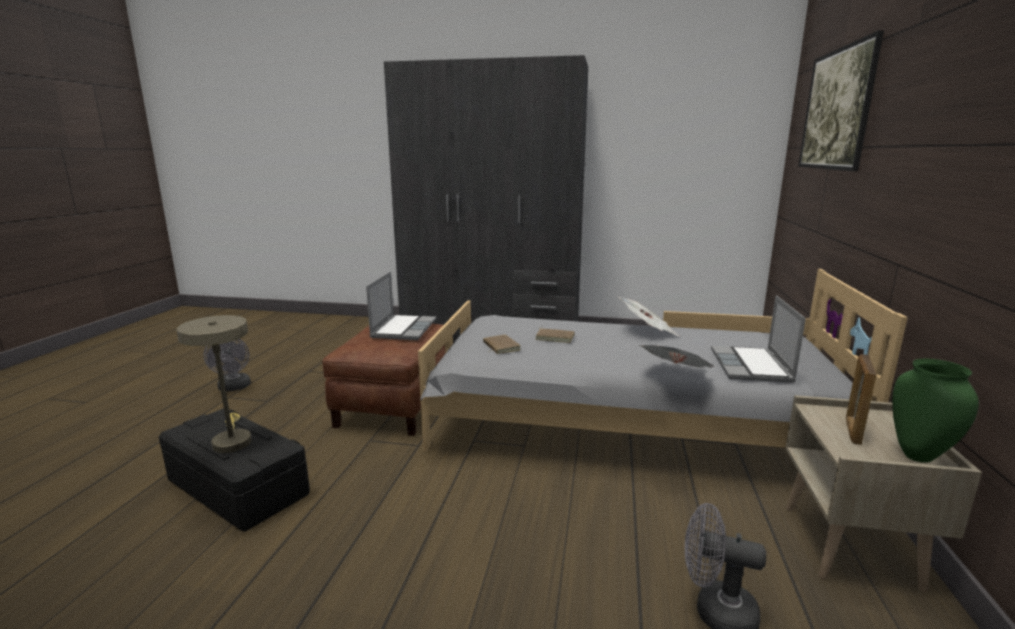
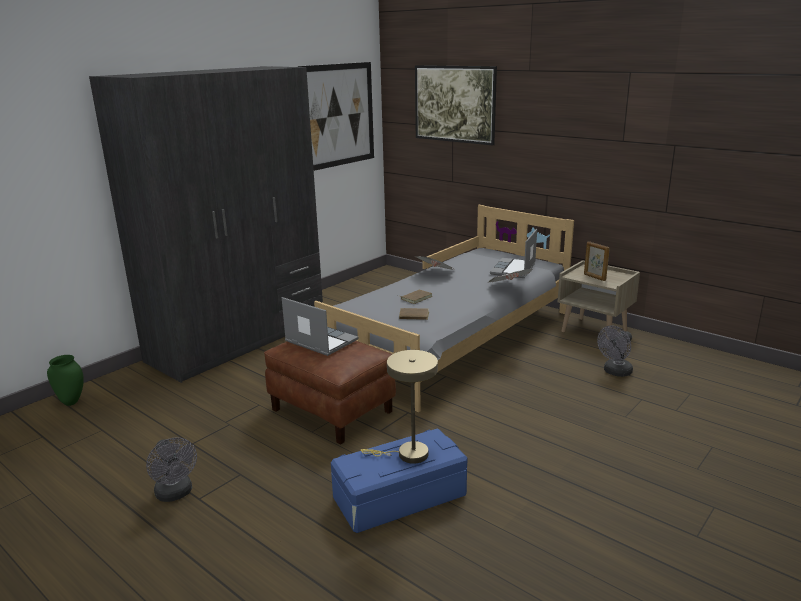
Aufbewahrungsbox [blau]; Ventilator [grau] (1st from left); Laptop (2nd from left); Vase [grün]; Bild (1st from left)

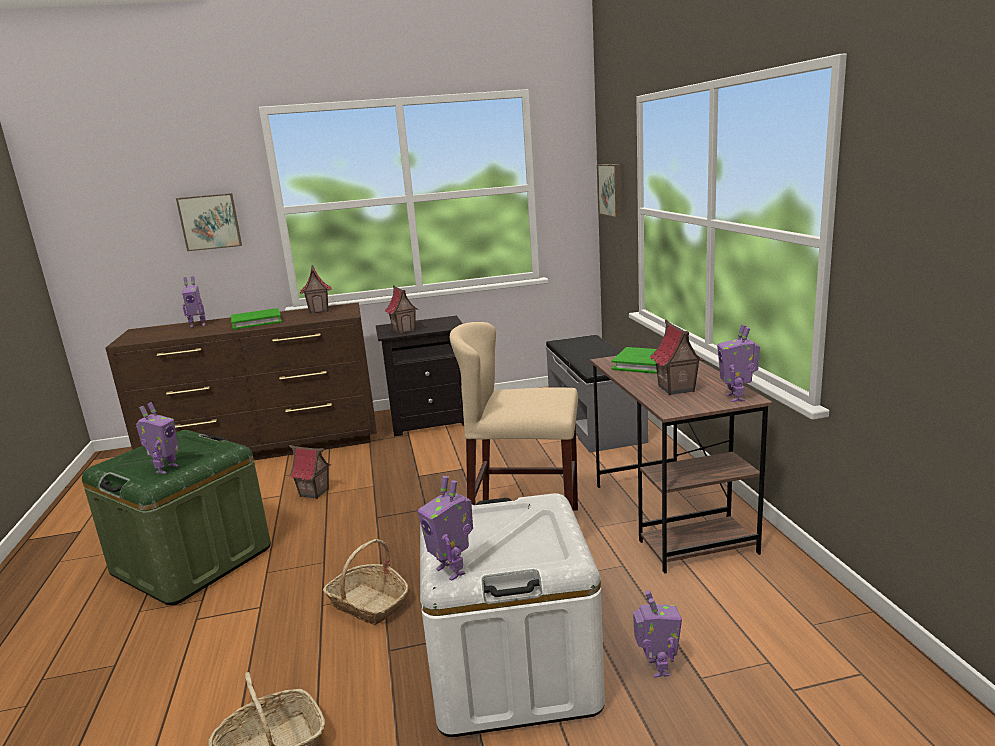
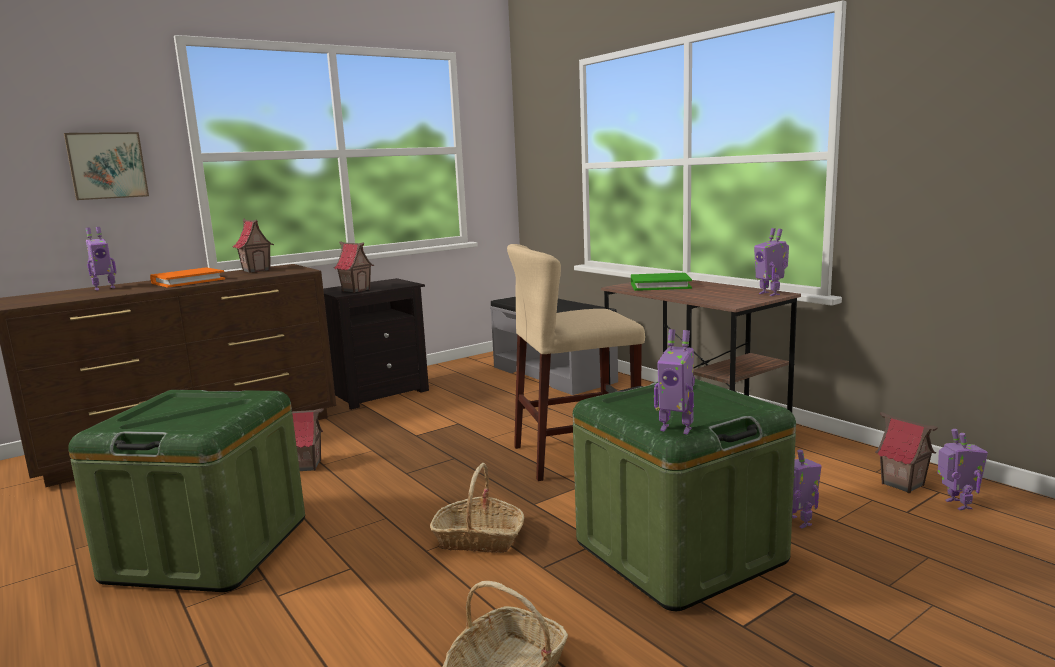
Spielzeugroboter (5th from left); Buch [orange]; Aufbewahrungsbox [grün] (2nd from left); Bild (2nd from left in the first image); Spielzeughaus (4th from left)

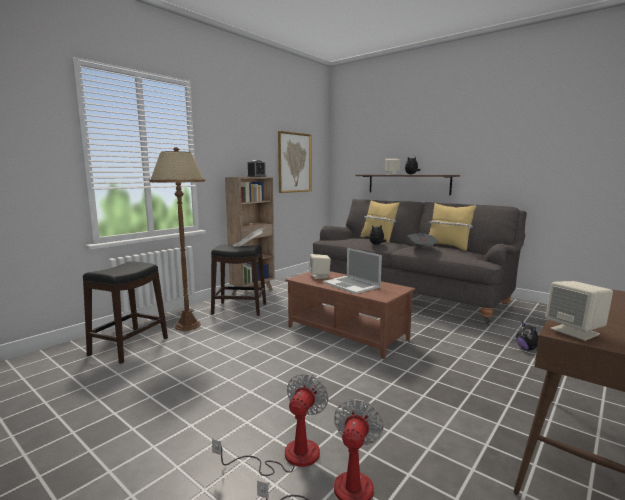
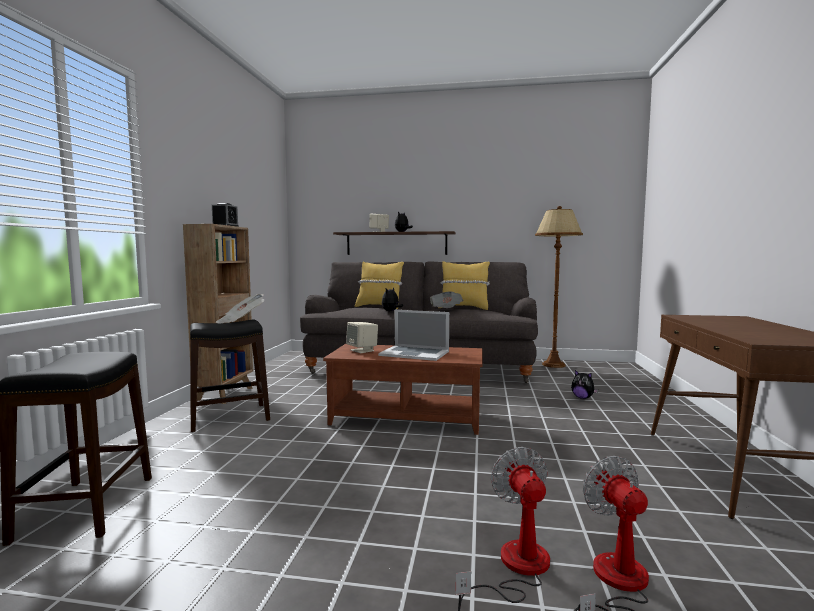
Stehlampe [braun]; Bild; Lautsprecher [beige] (3rd from left in the first image)

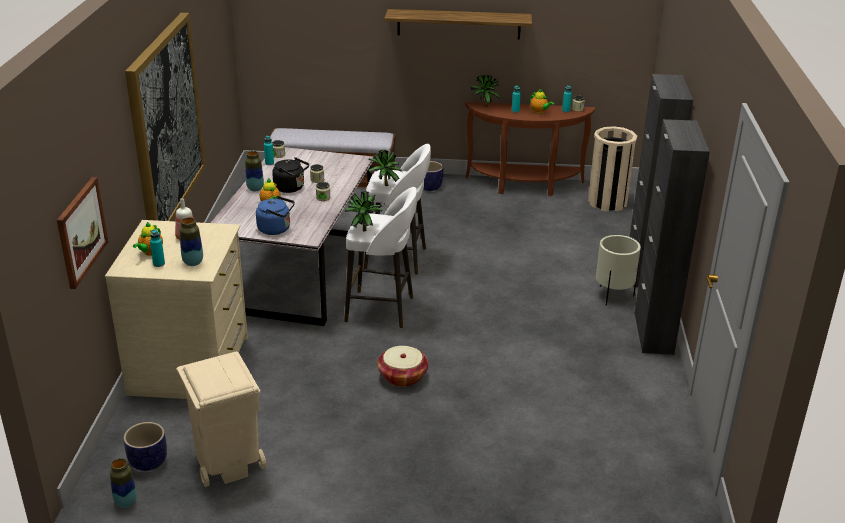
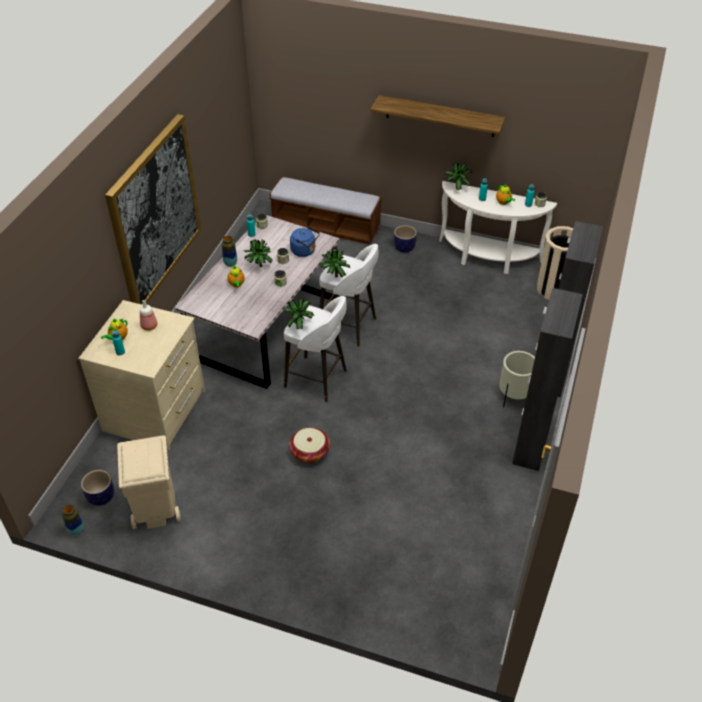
Bild (1st from left in the first image); Vase (2nd from left in the first image); Wasserkessel [blau]; Topfpflanze (1st from left); Konsolentisch [weiß]

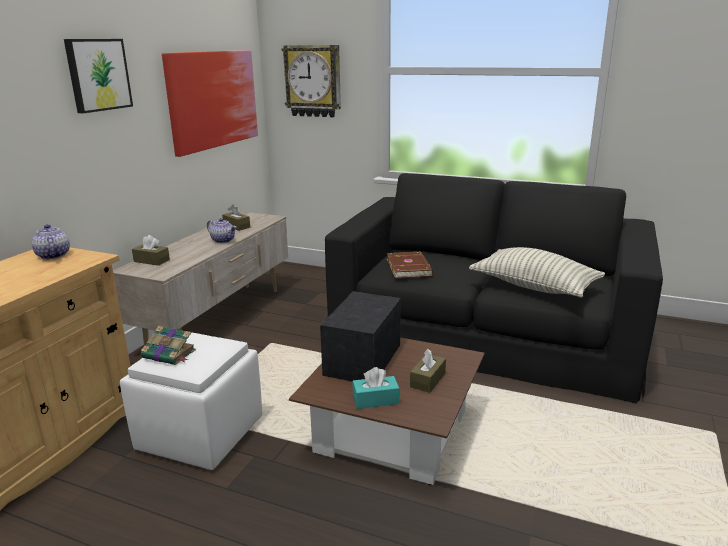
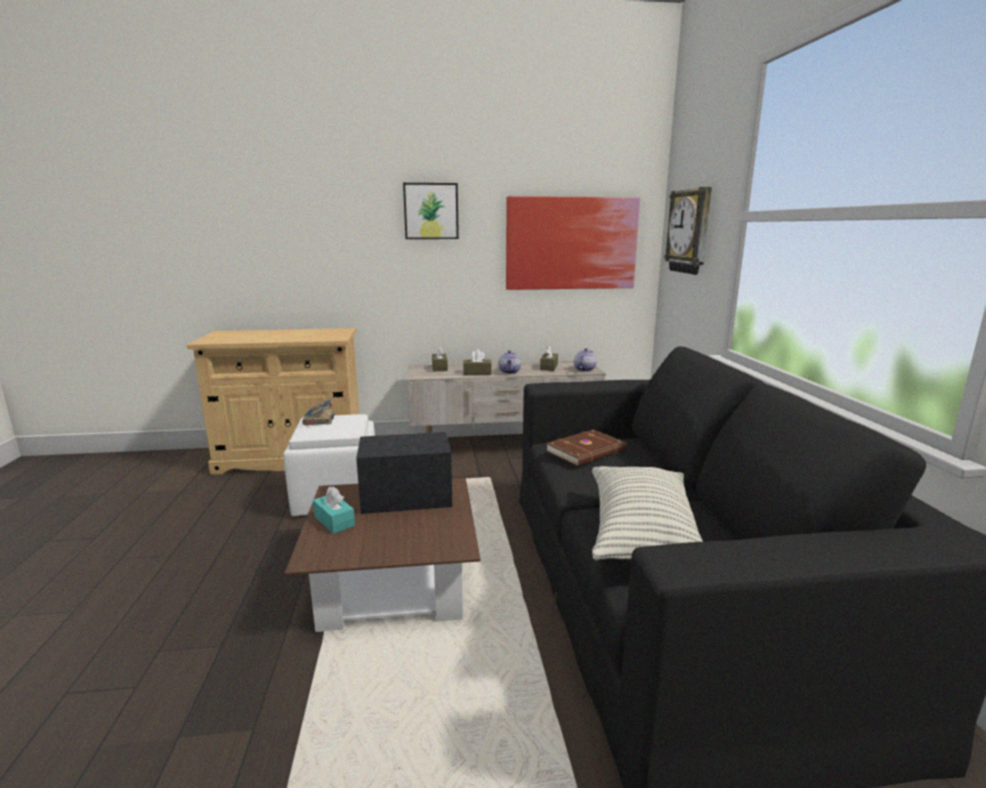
Teekanne (2nd from left); Taschentuchbox [braun] (2nd from left)

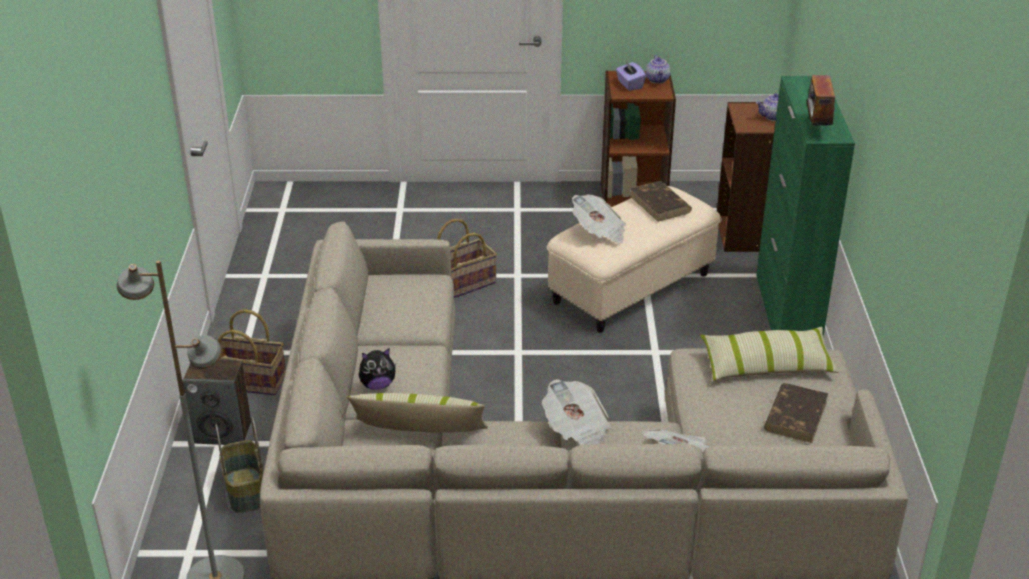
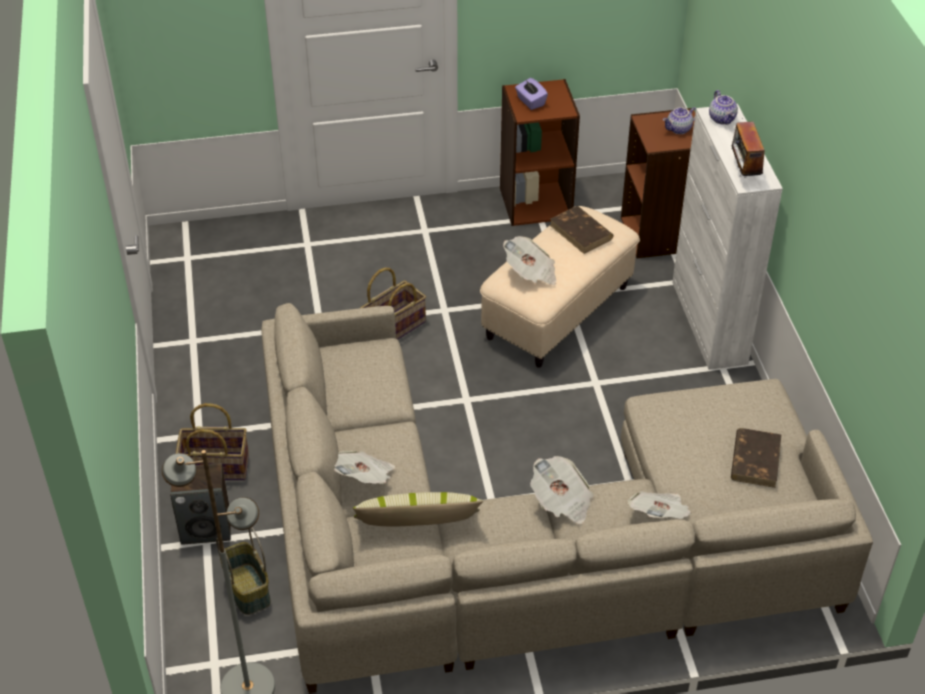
Zeitung (1st from left); Teekanne (2nd from left); Kissen (2nd from left in the first image); Schrank [weiß]

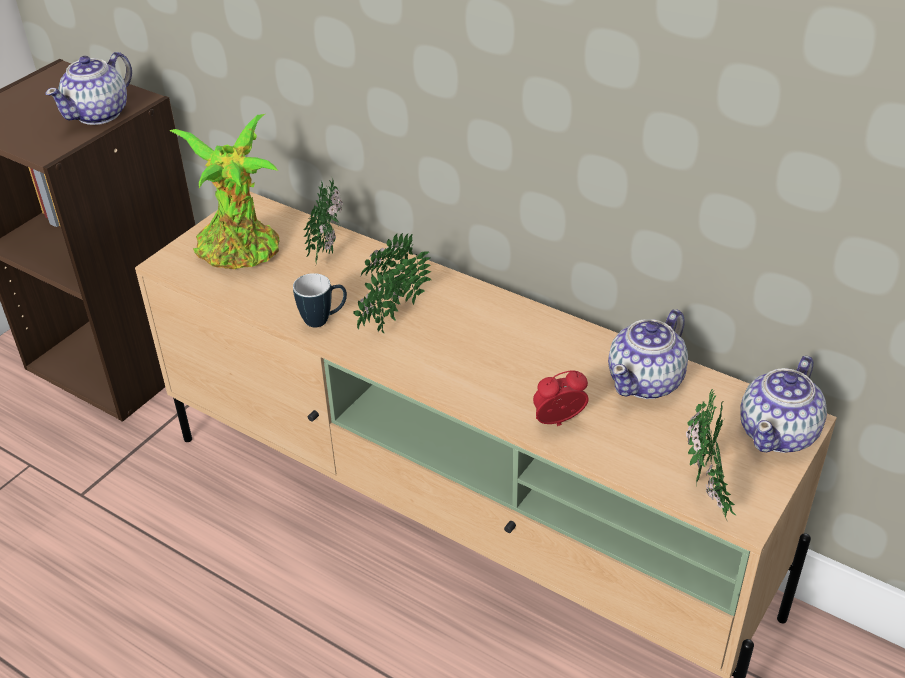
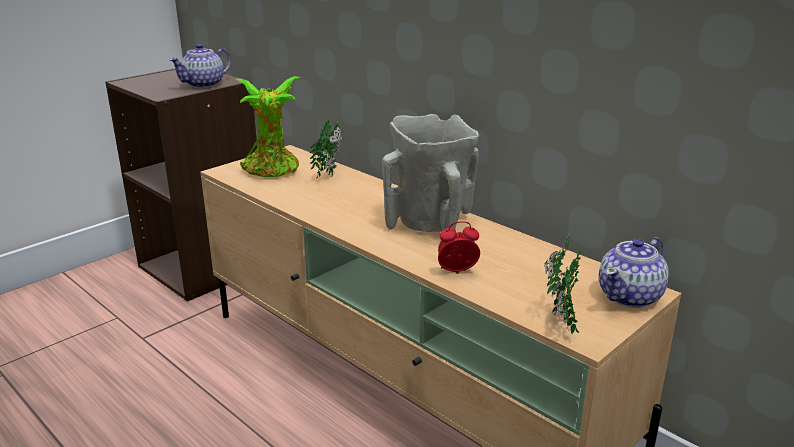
Henkelbecher; Topfpflanze (3rd from left in the first image); Teekanne (2nd from left in the first image); Vase [beige]

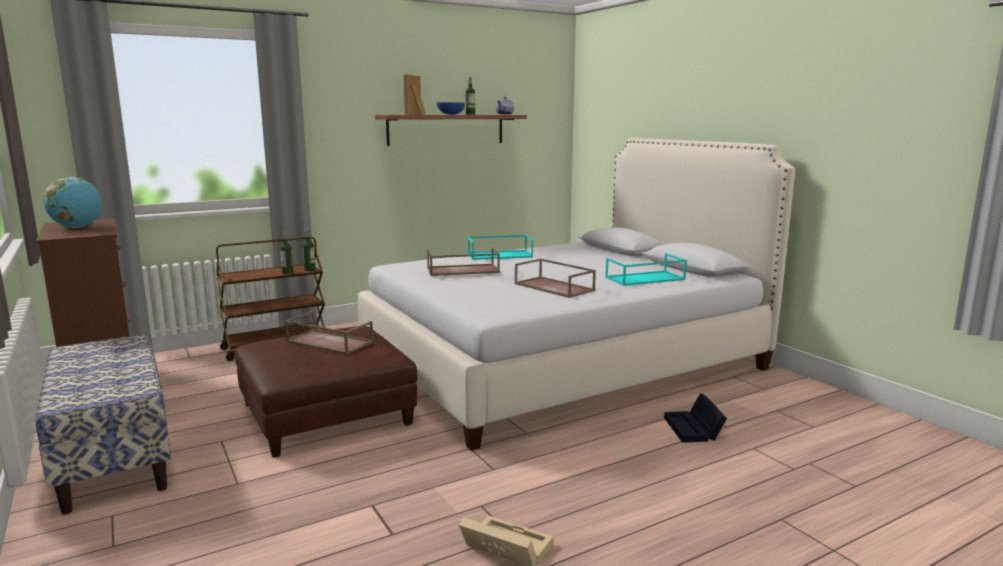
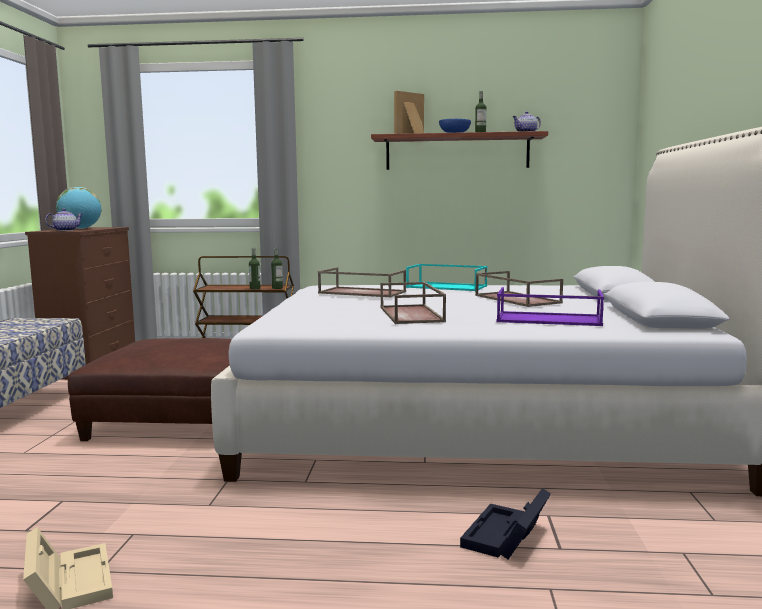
Tablett [braun] (3rd from left); Tablett [lila]; Teekanne (1st from left)

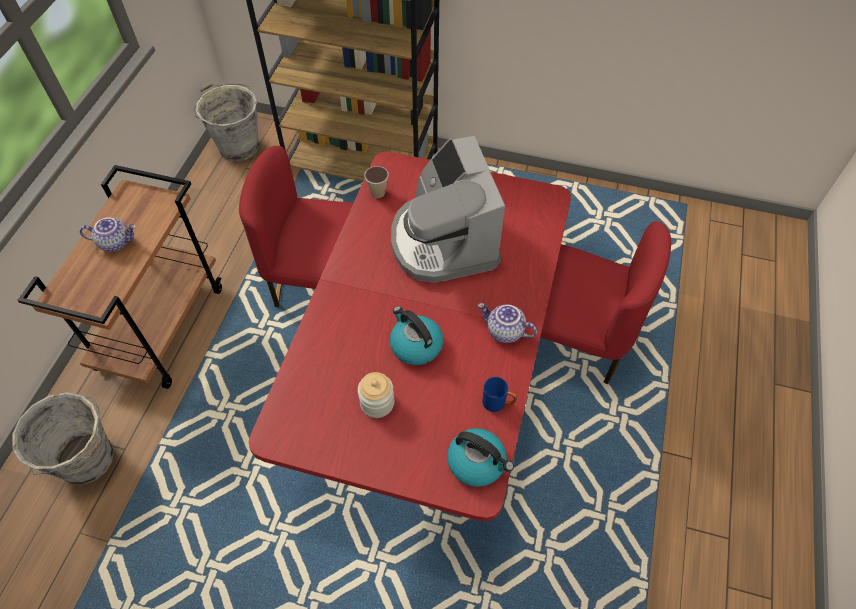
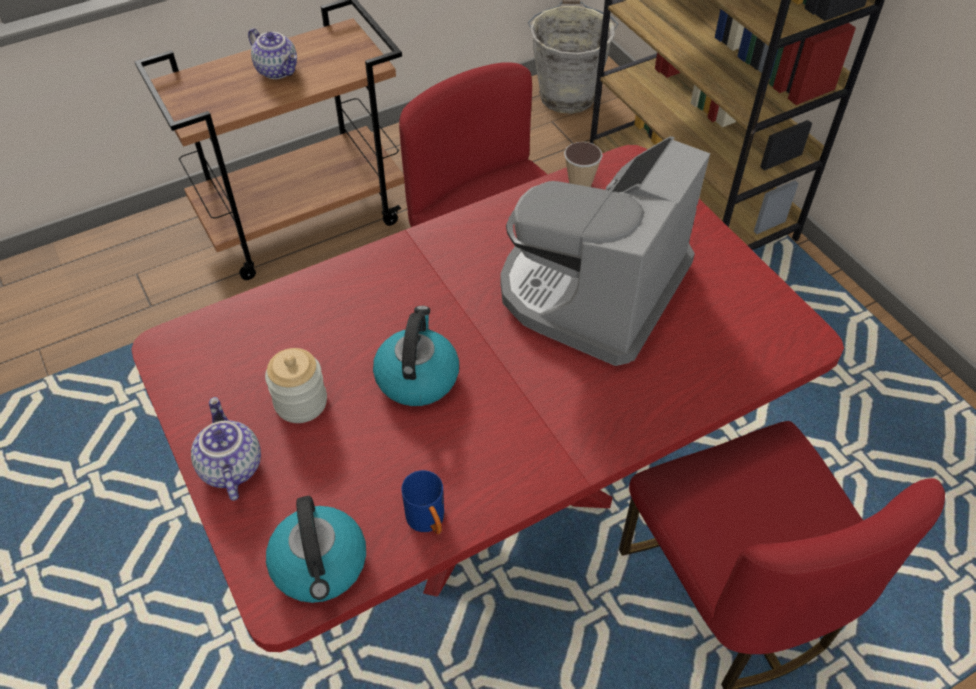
Eimer [grau] (1st from left in the first image); Teekanne (1st from left)

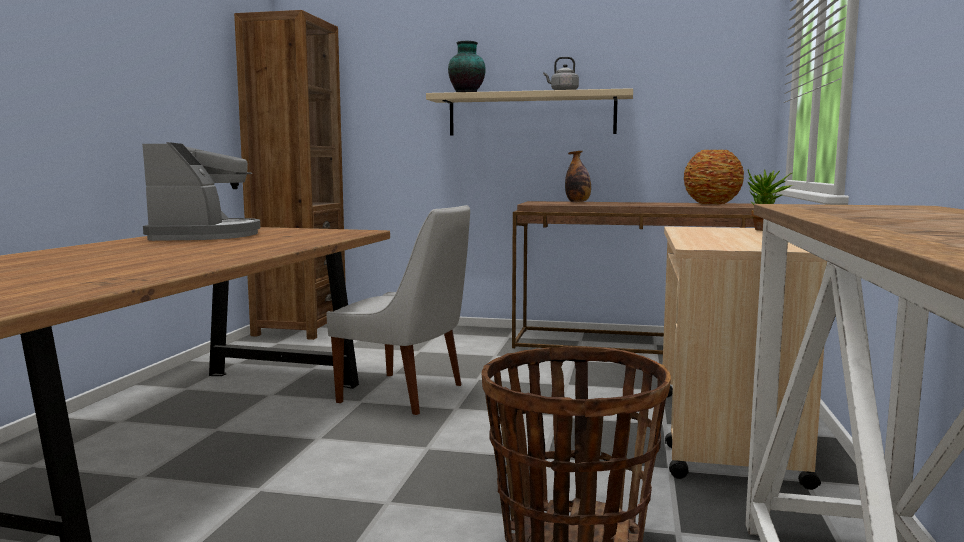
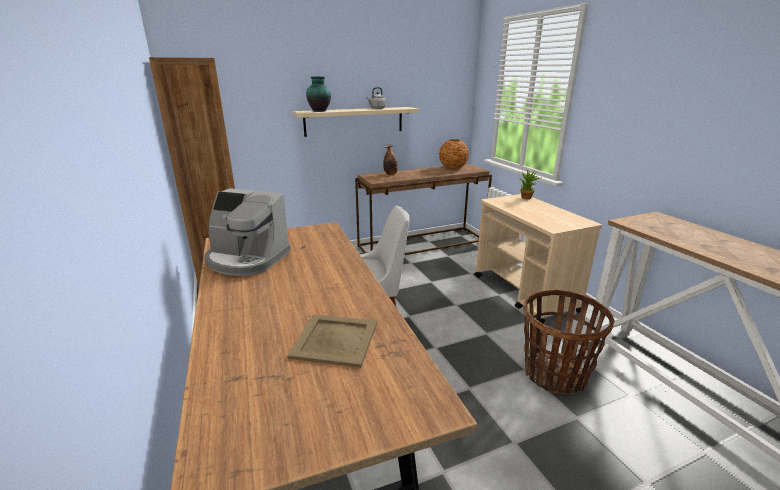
Kaffeemaschine; Tablett [beige]

